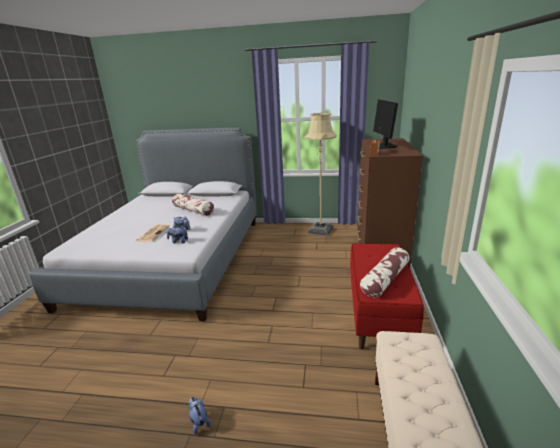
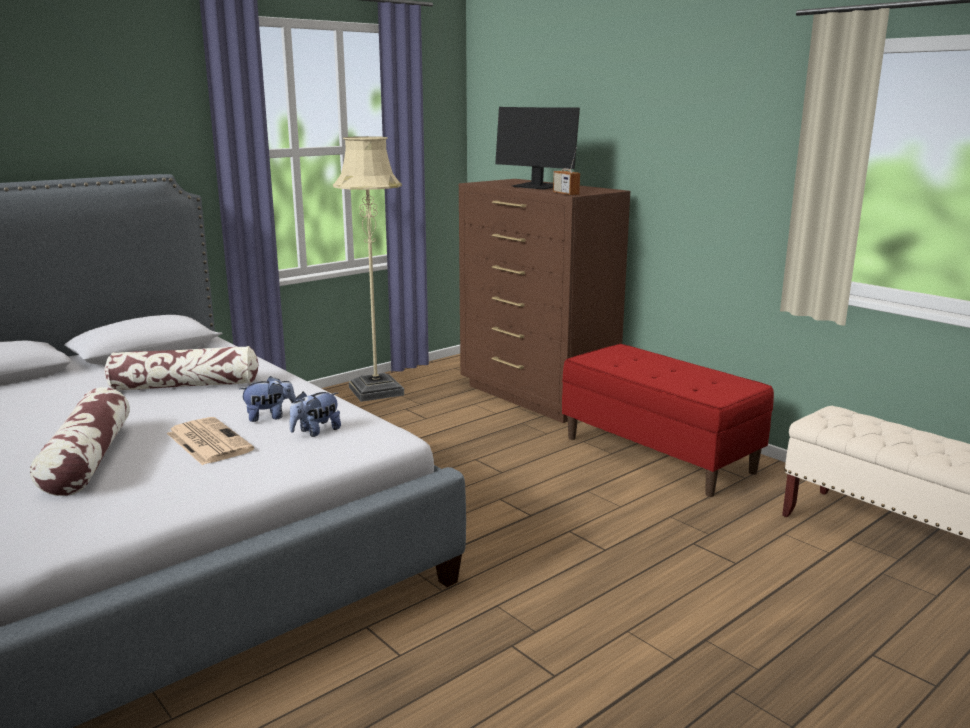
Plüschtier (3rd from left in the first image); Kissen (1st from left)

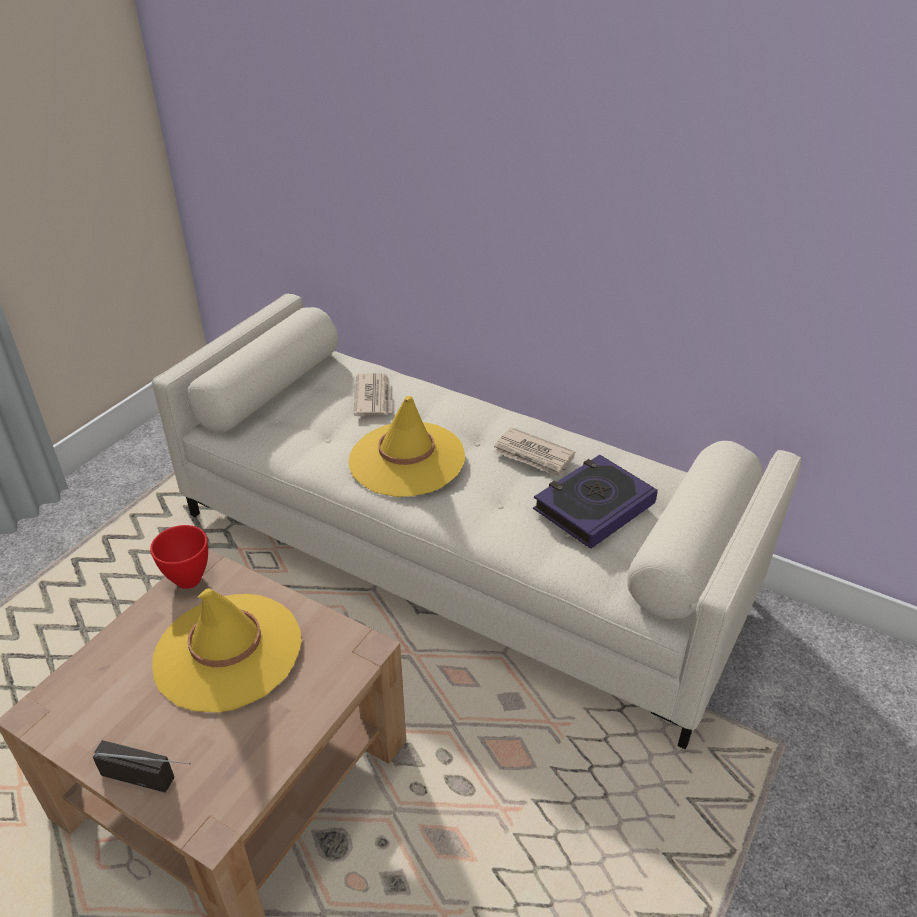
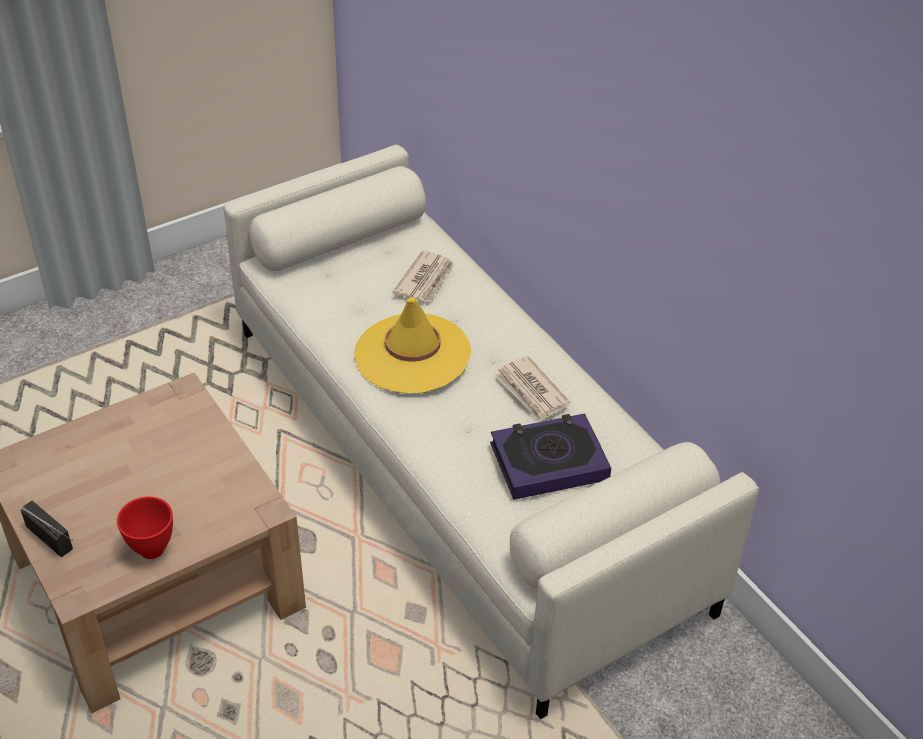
Schüssel [rot]; Hut [gelb] (1st from left in the first image)

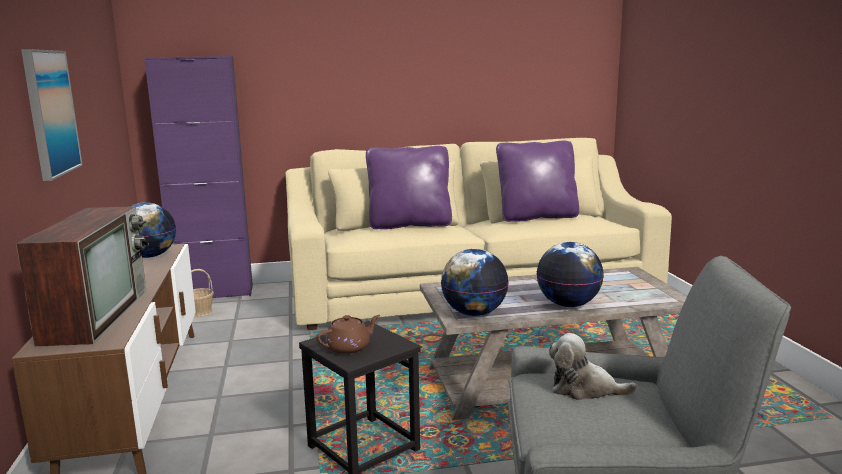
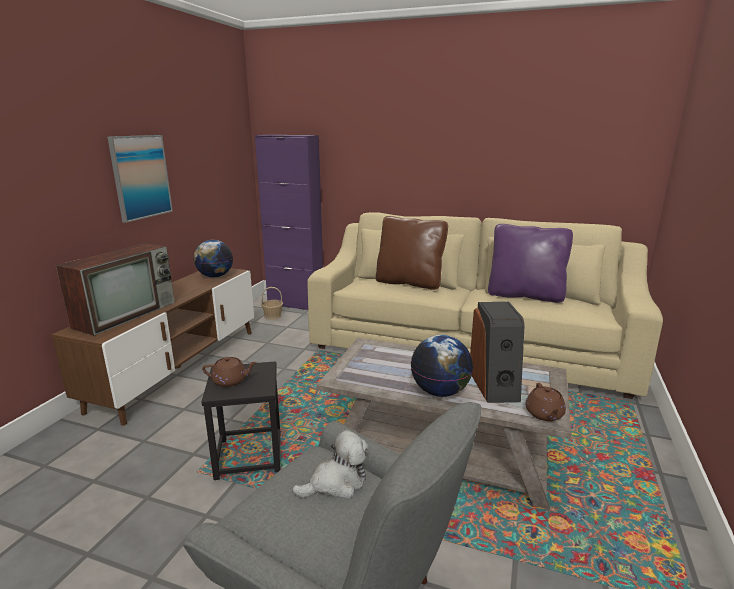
Kissen [braun]; Globus (2nd from left in the first image); Plüschtier; Lautsprecher; Teekanne [braun] (2nd from left)

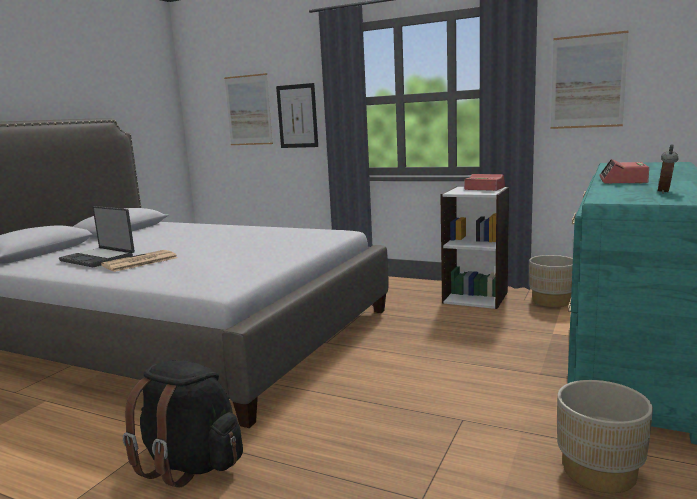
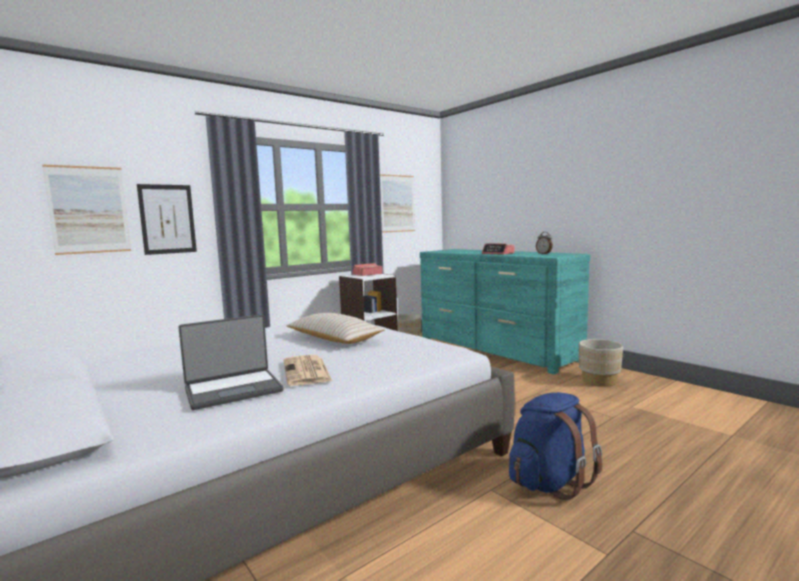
Rucksack [blau]; Kissen [beige]

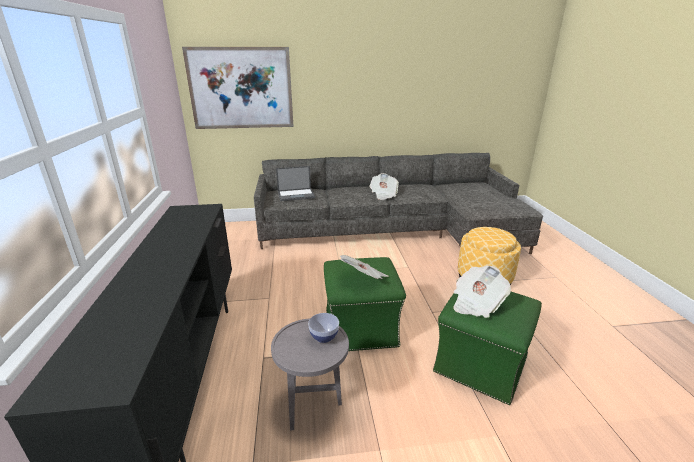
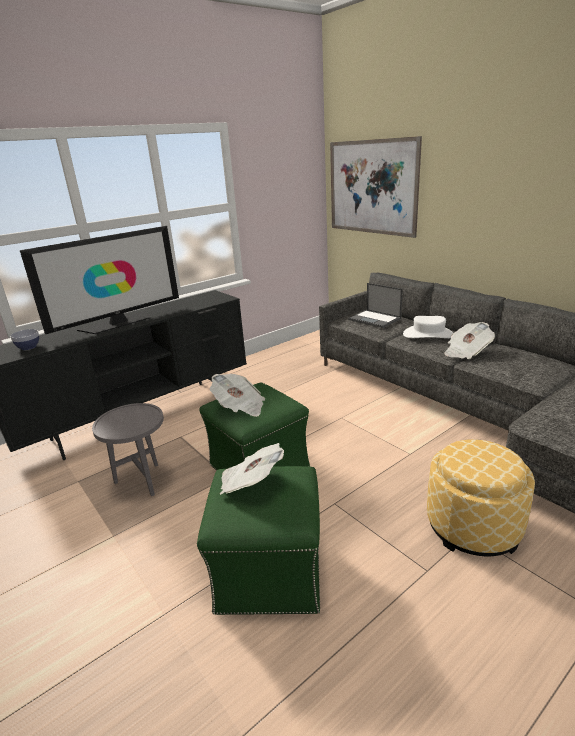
Schüssel; Fernseher; Hut [weiß]

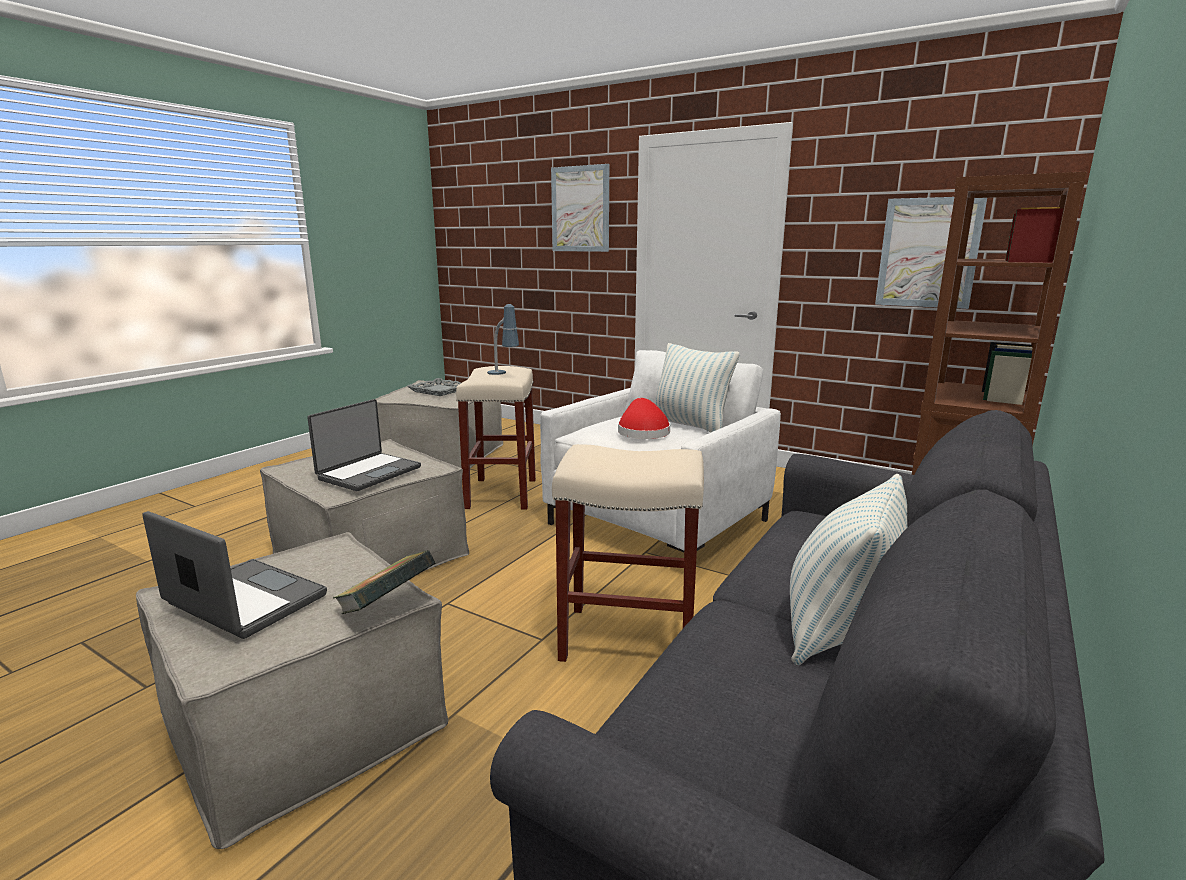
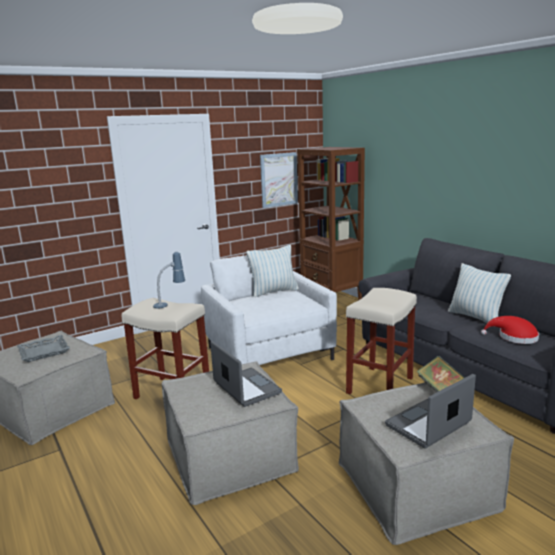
Bild (1st from left in the first image); Hut [rot]

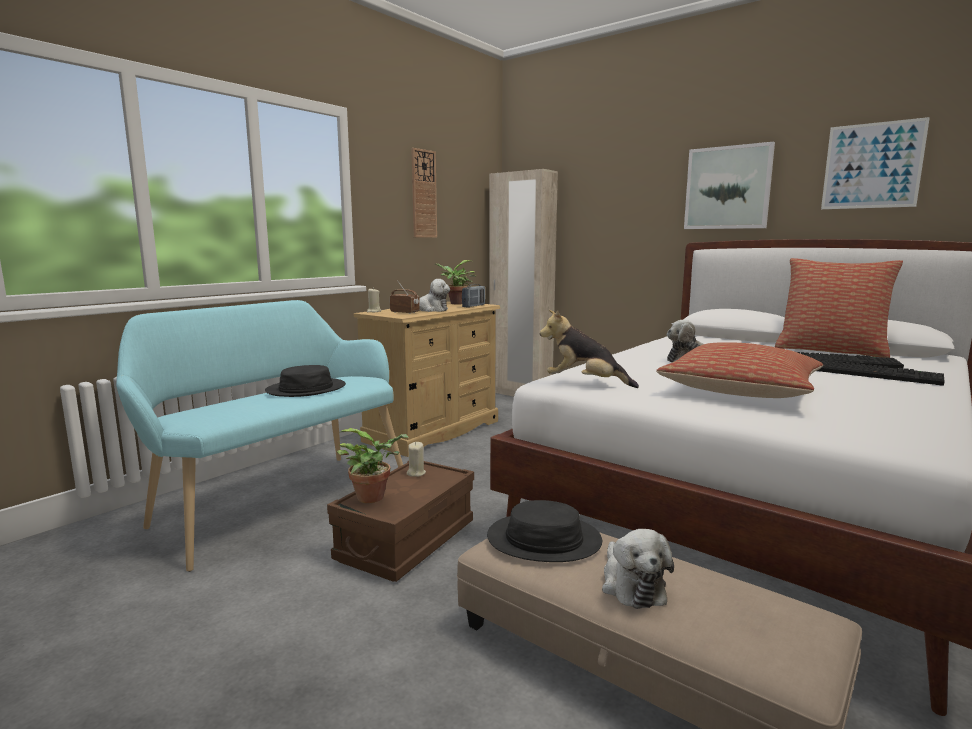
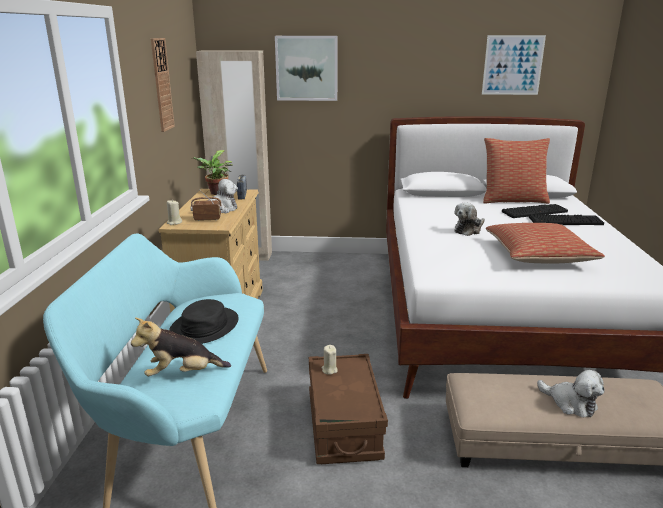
Topfpflanze (1st from left in the first image); Hut [schwarz] (2nd from left in the first image); Plüschtier (1st from left); Bild (1st from left)

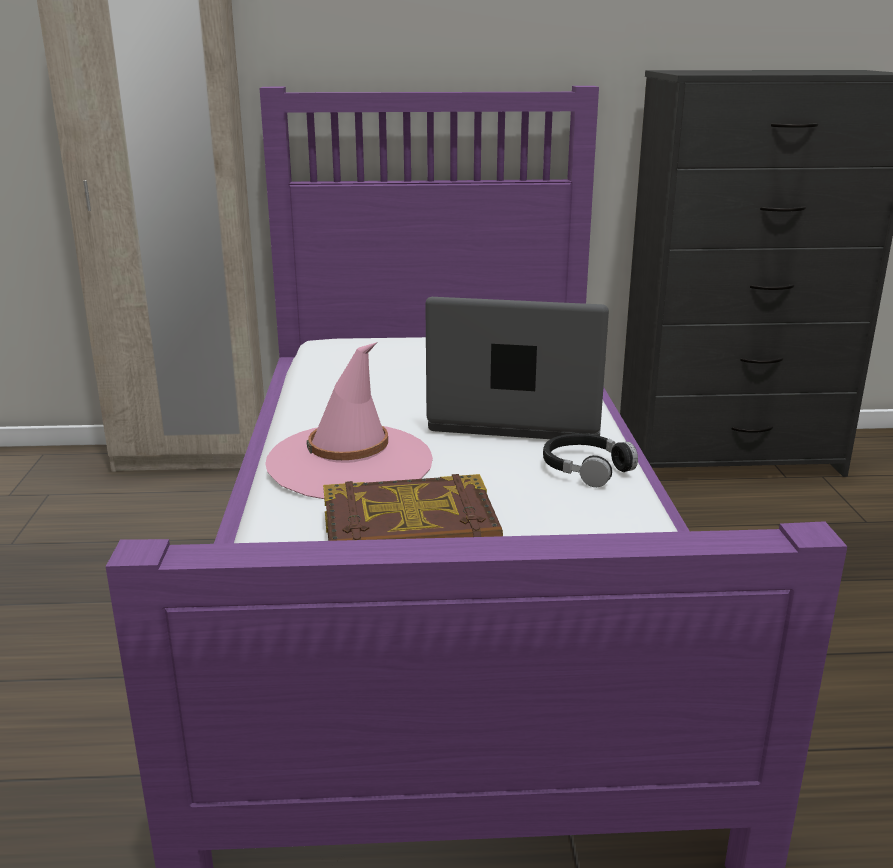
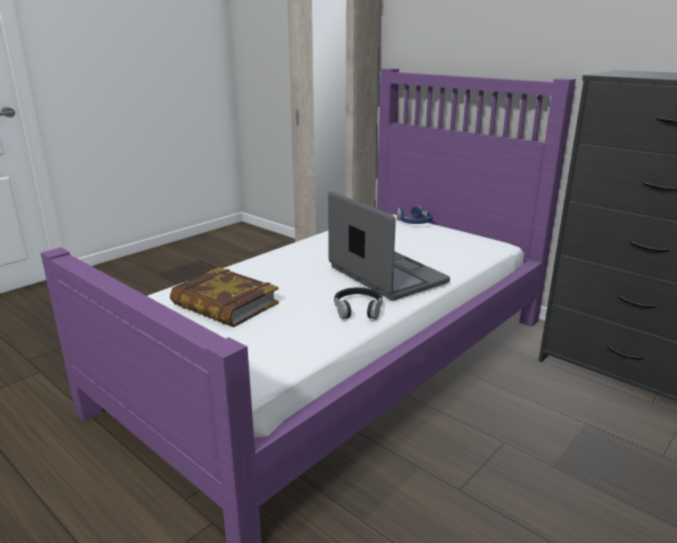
Hut [rosa]; Kopfhörer [blau]

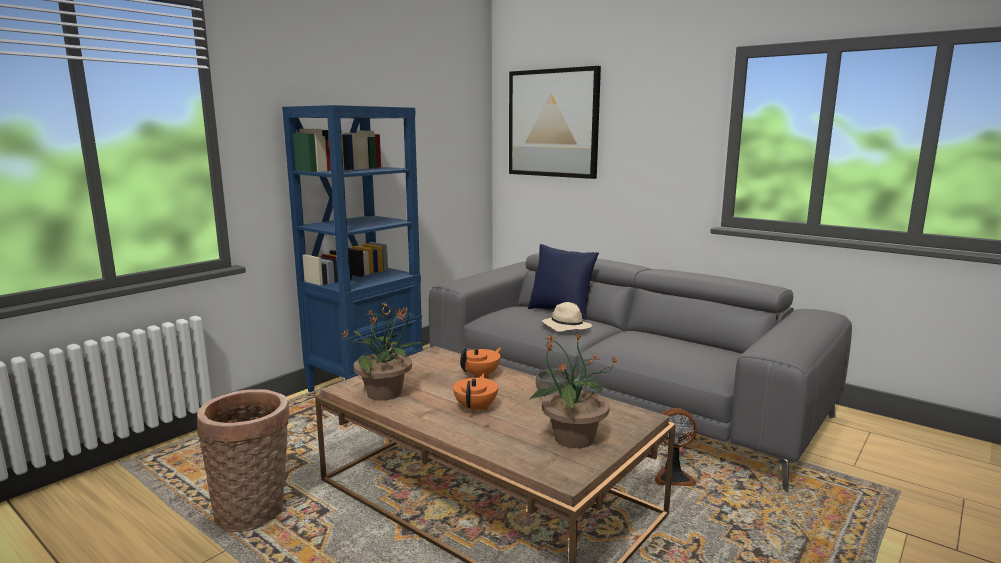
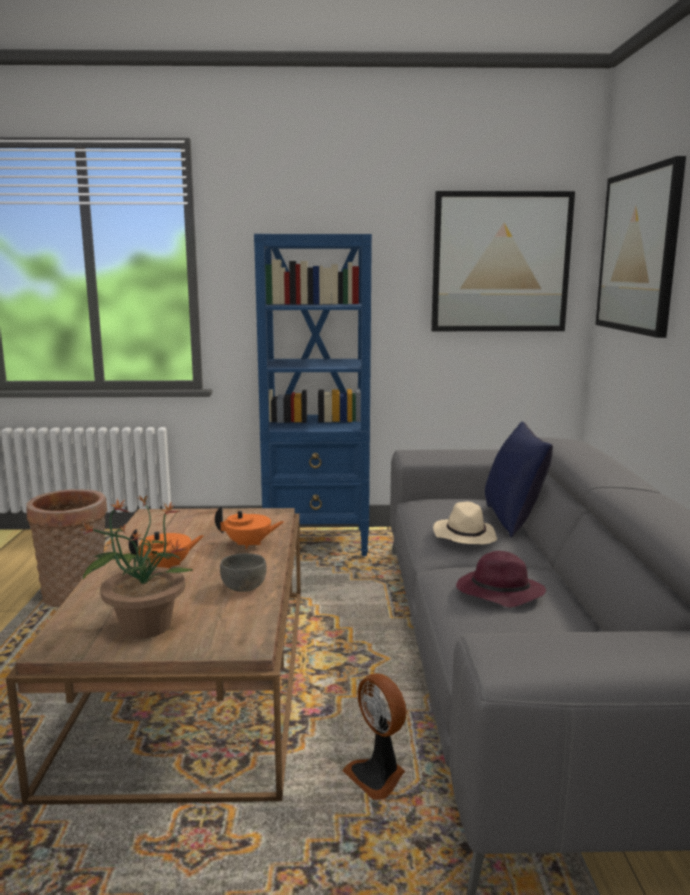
Topfpflanze (1st from left in the first image); Bild (1st from left); Hut [lila]

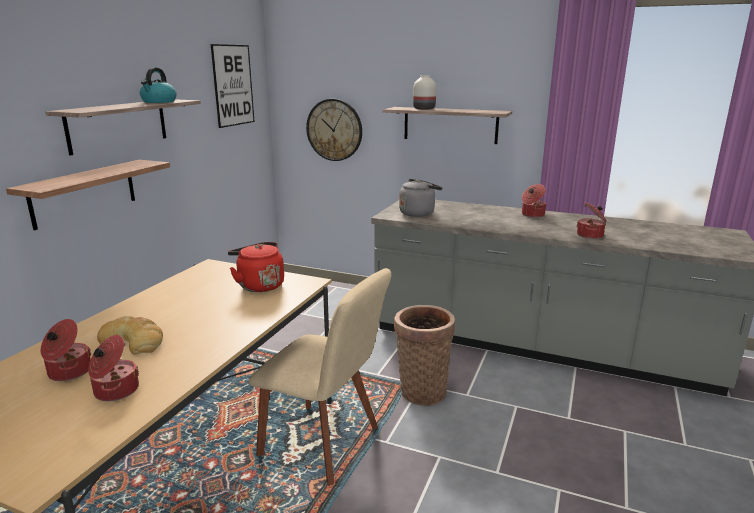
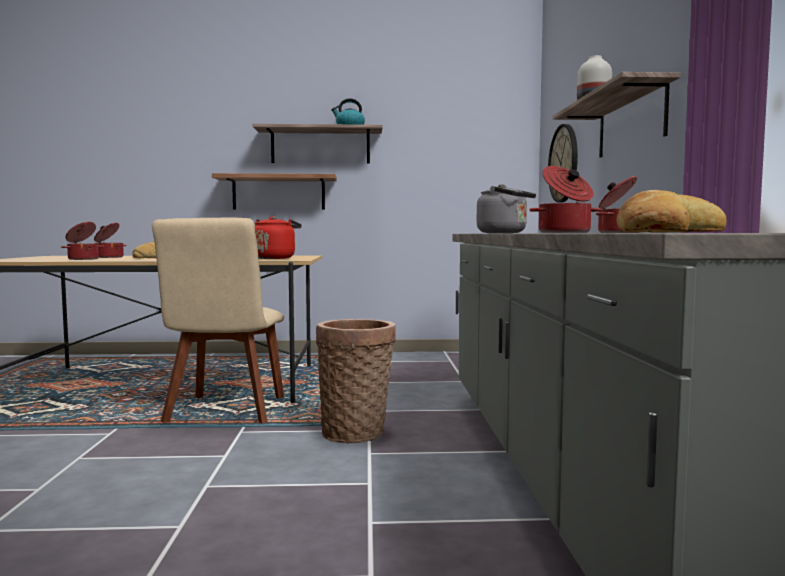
Bild; Brot (2nd from left)

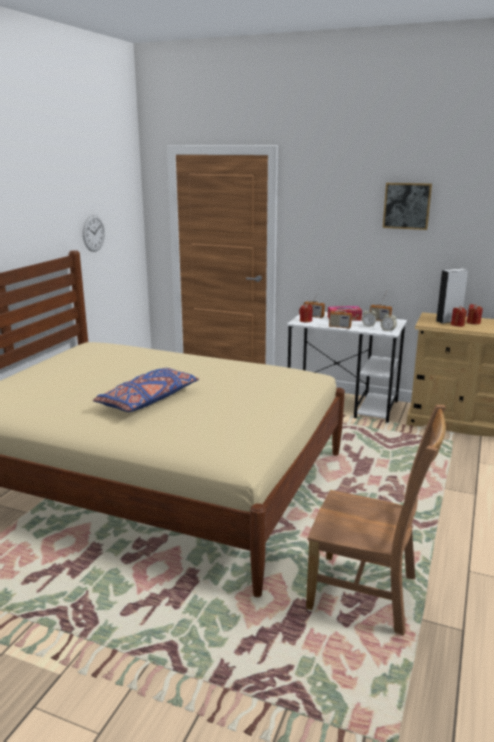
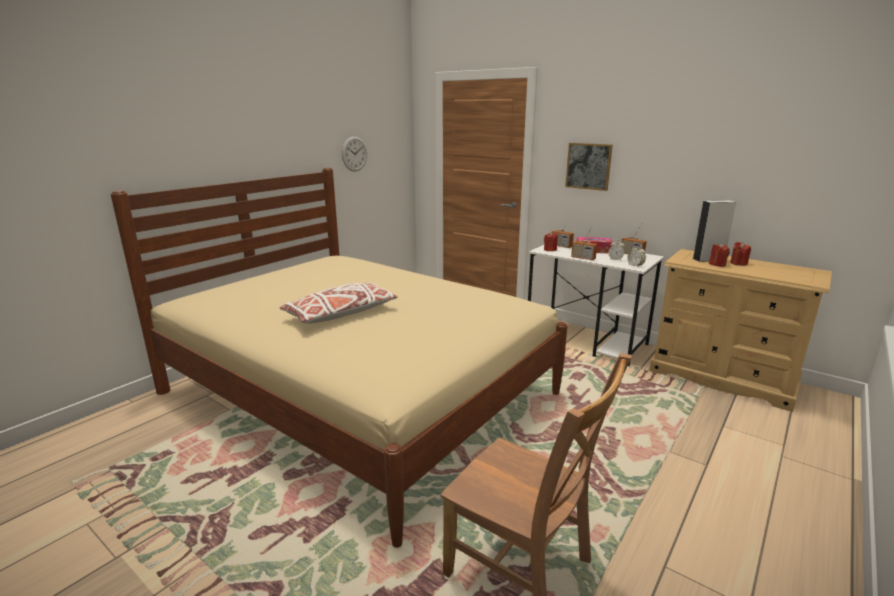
Kissen [weiß]; Bild

